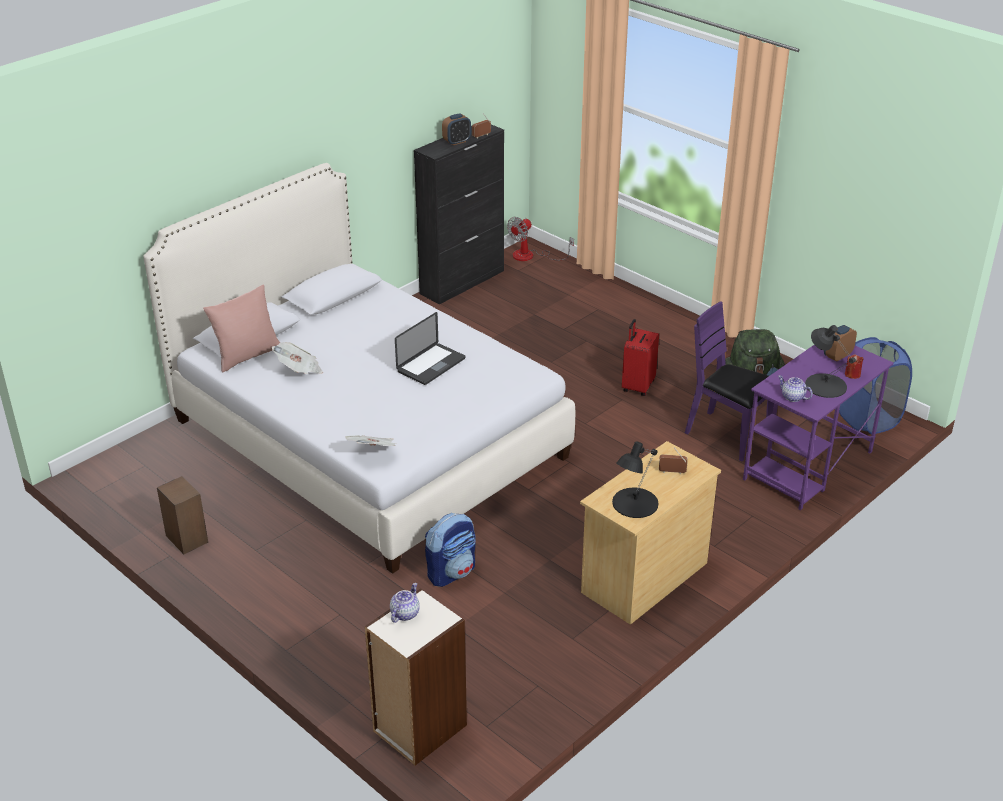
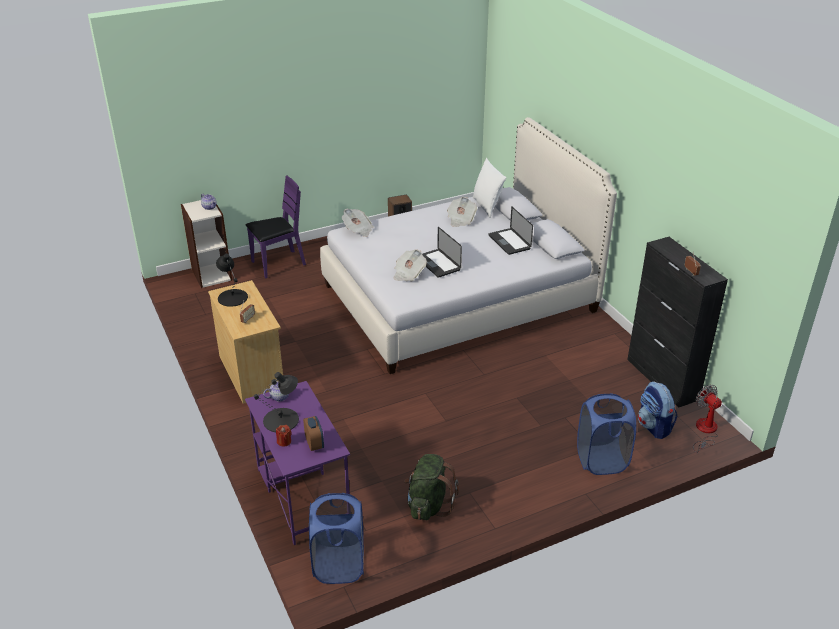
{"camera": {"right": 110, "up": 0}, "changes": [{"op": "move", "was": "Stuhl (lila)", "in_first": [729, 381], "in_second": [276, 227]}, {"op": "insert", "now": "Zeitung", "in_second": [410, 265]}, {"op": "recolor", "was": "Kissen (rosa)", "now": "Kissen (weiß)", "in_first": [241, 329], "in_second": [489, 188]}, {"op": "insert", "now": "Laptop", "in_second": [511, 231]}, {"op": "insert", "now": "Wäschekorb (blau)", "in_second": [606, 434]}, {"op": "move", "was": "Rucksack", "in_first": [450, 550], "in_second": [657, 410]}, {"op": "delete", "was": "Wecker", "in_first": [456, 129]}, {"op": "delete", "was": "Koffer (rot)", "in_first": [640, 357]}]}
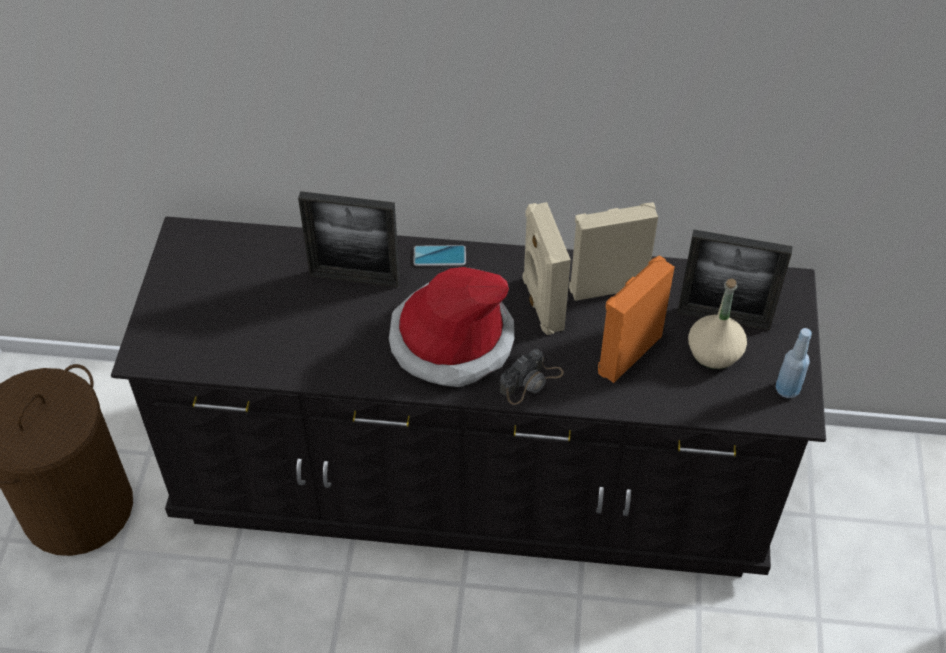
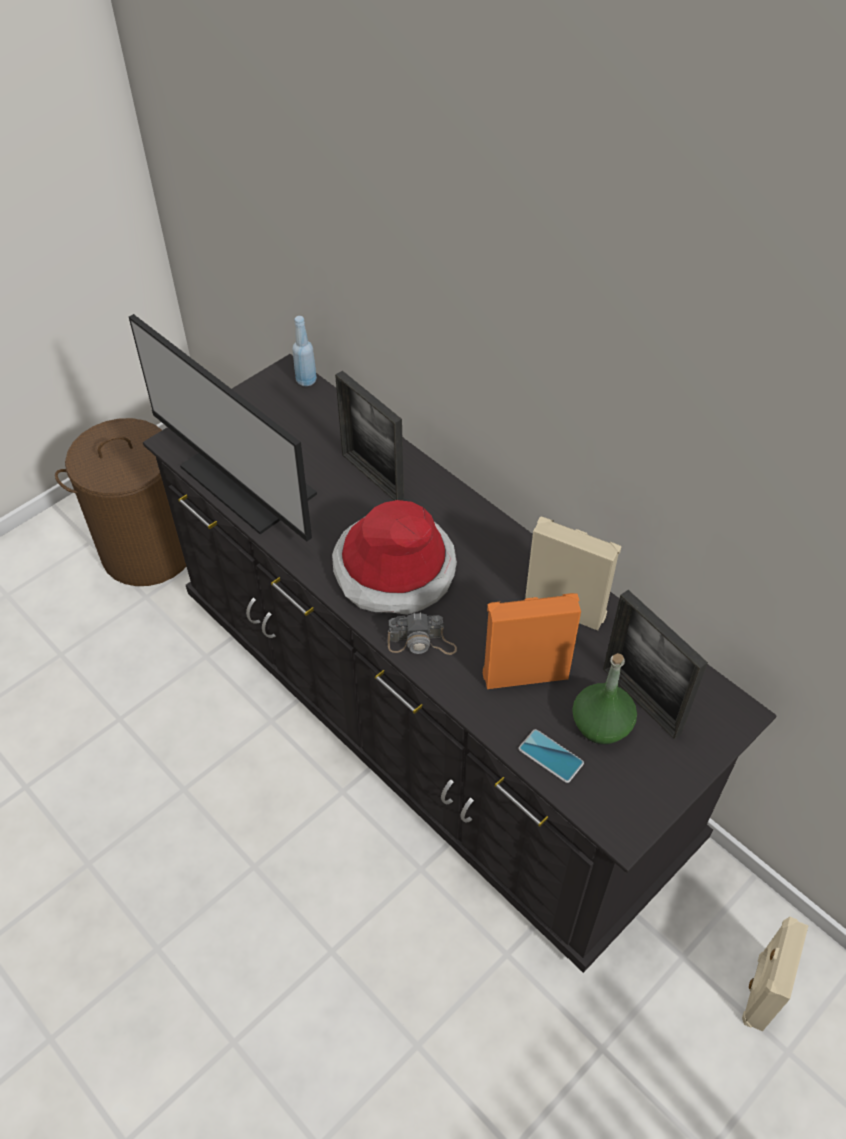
{"camera": {"right": 40, "up": 0}, "changes": [{"op": "insert", "now": "Monitor", "in_second": [223, 427]}, {"op": "move", "was": "Flasche (blau)", "in_first": [794, 363], "in_second": [305, 351]}, {"op": "move", "was": "Handy", "in_first": [440, 255], "in_second": [551, 756]}, {"op": "recolor", "was": "Flasche (beige)", "now": "Flasche (grün)", "in_first": [717, 324], "in_second": [604, 699]}, {"op": "move", "was": "Lautsprecher (beige)", "in_first": [547, 268], "in_second": [775, 974]}]}
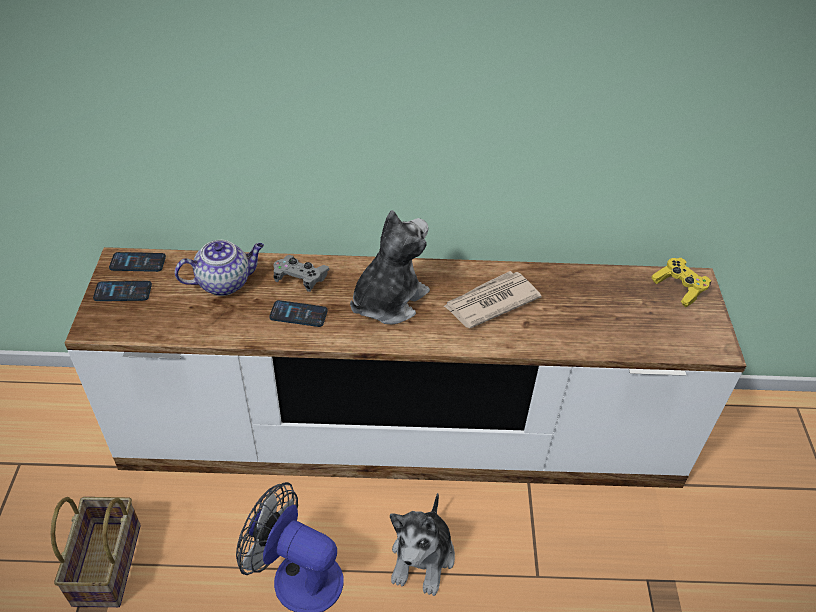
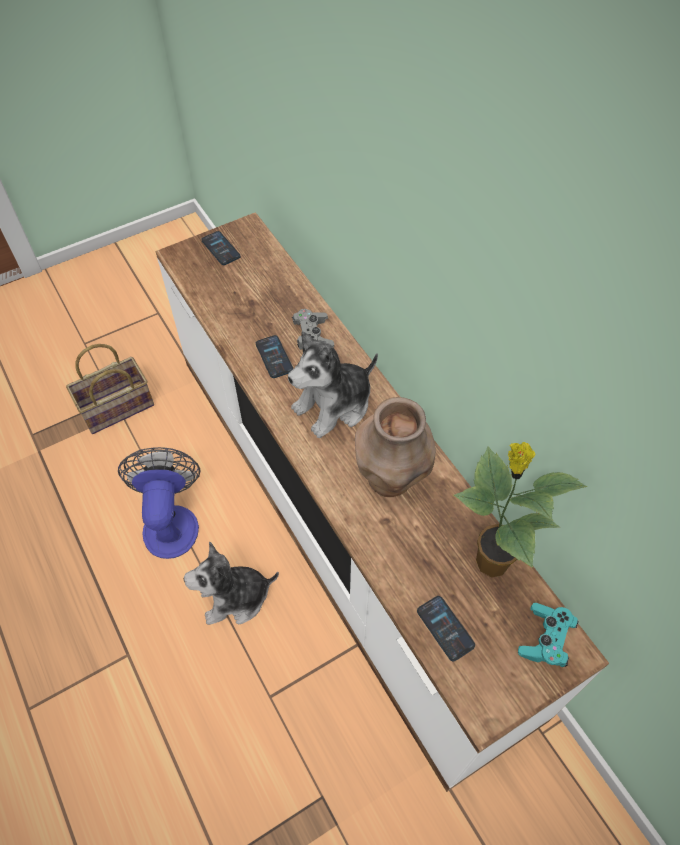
{"camera": {"right": 60, "up": 10}, "changes": [{"op": "rotate", "was": "Plüschtier", "in_first": [390, 267], "in_second": [333, 384], "clockwise": 135}, {"op": "replace", "was": "Zeitung", "now": "Vase (braun)", "in_first": [492, 299], "in_second": [395, 447]}, {"op": "move", "was": "Handy", "in_first": [137, 262], "in_second": [446, 628]}, {"op": "insert", "now": "Topfpflanze", "in_second": [520, 509]}, {"op": "recolor", "was": "Gamepad (gelb)", "now": "Gamepad (türkis)", "in_first": [681, 282], "in_second": [548, 635]}, {"op": "delete", "was": "Teekanne", "in_first": [219, 268]}]}
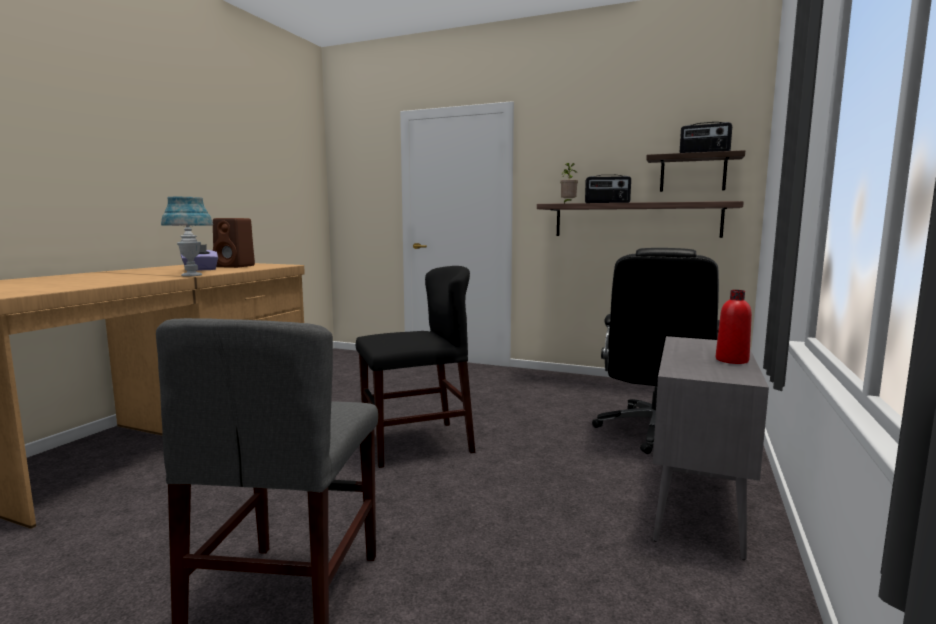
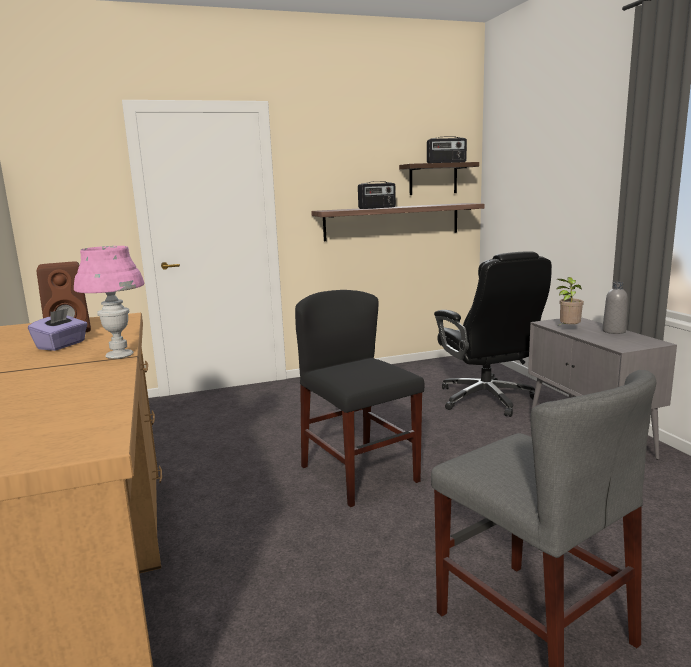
{"camera": {"right": -40, "up": 5}, "changes": [{"op": "recolor", "was": "Tischlampe (blau)", "now": "Tischlampe (rosa)", "in_first": [187, 236], "in_second": [109, 302]}, {"op": "rotate", "was": "Stuhl (schwarz)", "in_first": [415, 367], "in_second": [359, 398], "clockwise": -60}, {"op": "move", "was": "Topfpflanze", "in_first": [569, 183], "in_second": [570, 302]}, {"op": "recolor", "was": "Flasche (rot)", "now": "Flasche (grau)", "in_first": [734, 327], "in_second": [615, 308]}]}
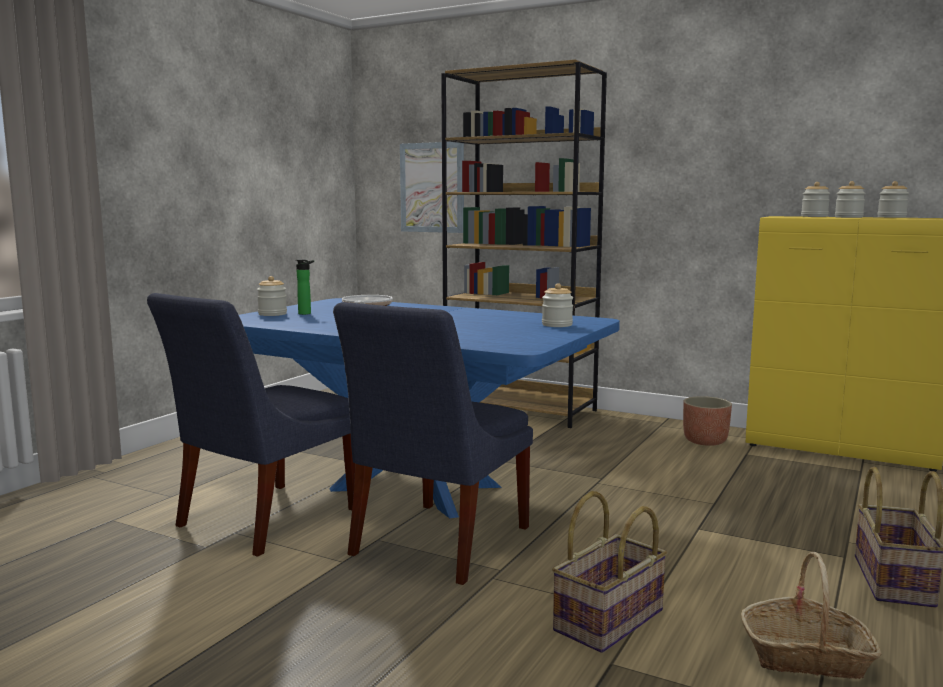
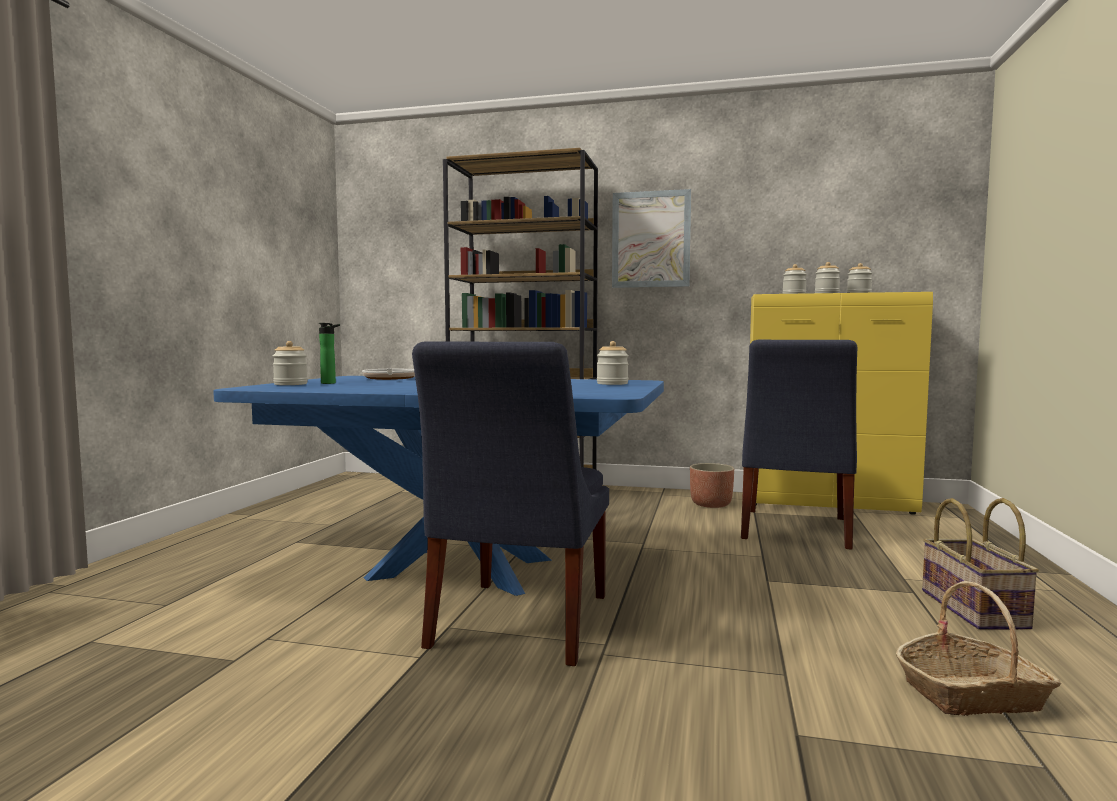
{"camera": {"right": -15, "up": -5}, "changes": [{"op": "move", "was": "Bild", "in_first": [432, 187], "in_second": [651, 238]}, {"op": "move", "was": "Stuhl (blau)", "in_first": [251, 424], "in_second": [799, 445]}, {"op": "delete", "was": "Korb", "in_first": [609, 572]}]}
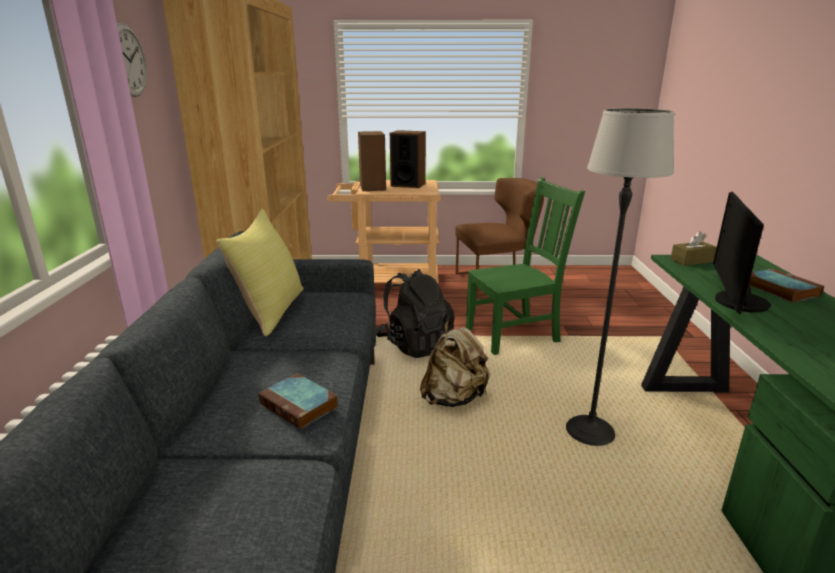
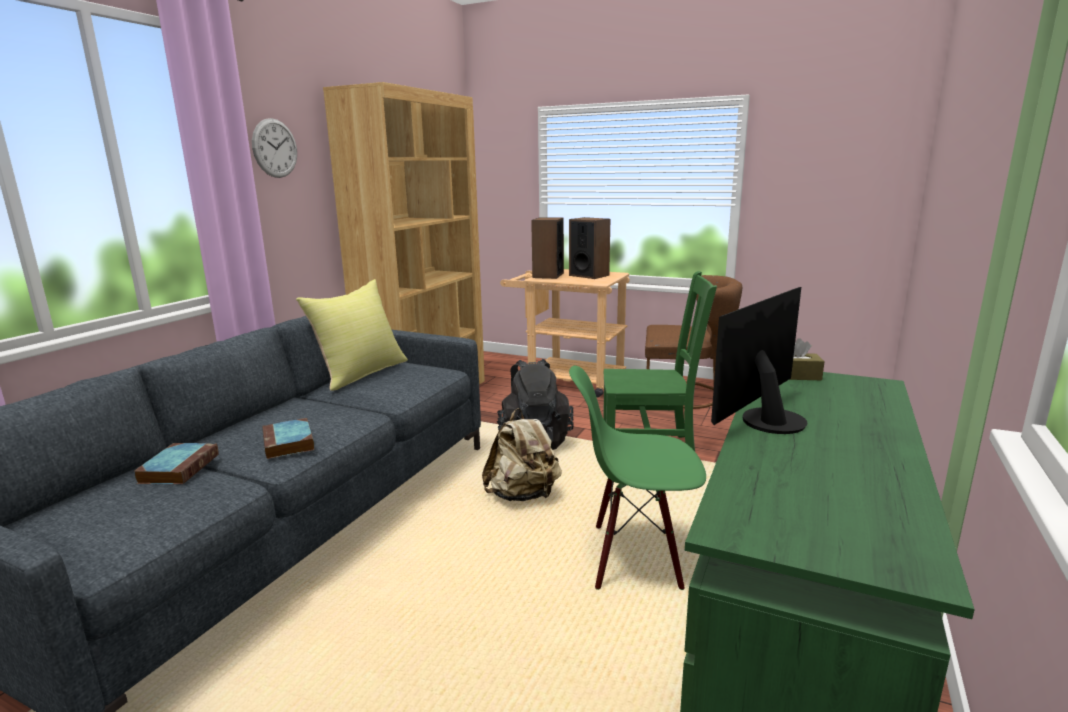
{"camera": {"right": 25, "up": -5}, "changes": [{"op": "move", "was": "Buch", "in_first": [787, 285], "in_second": [176, 463]}, {"op": "replace", "was": "Stehlampe", "now": "Stuhl (grün)", "in_first": [620, 277], "in_second": [637, 478]}]}
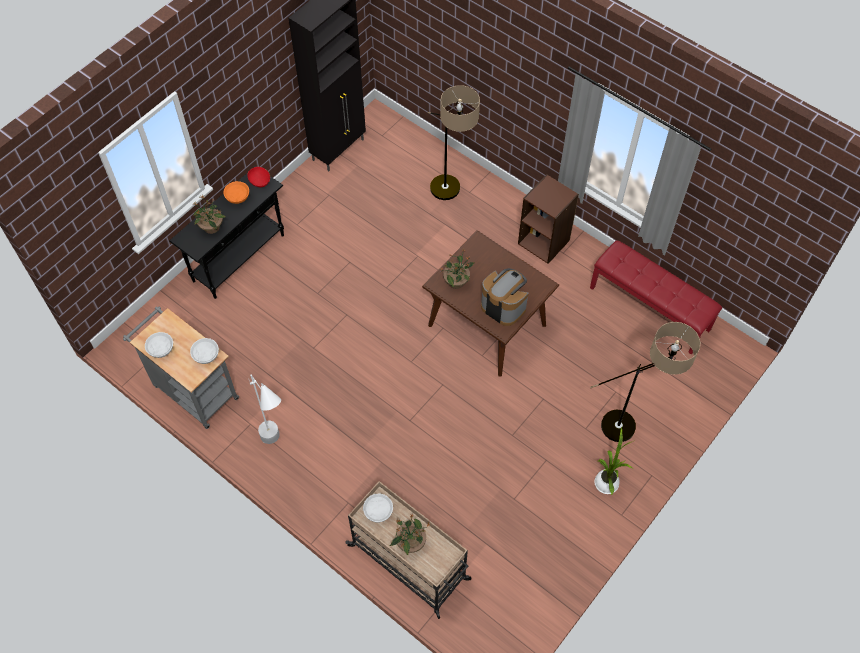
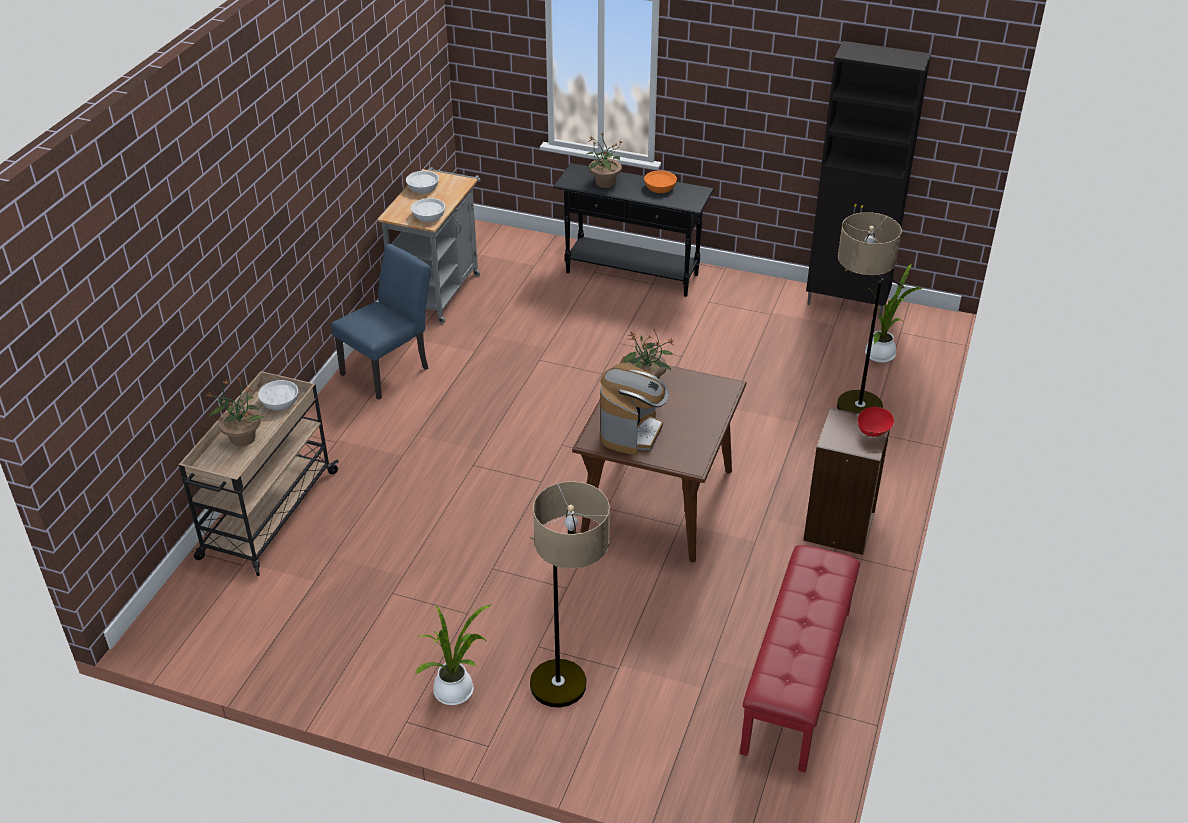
{"camera": {"right": 70, "up": -20}, "changes": [{"op": "replace", "was": "Stehlampe (weiß)", "now": "Stuhl (blau)", "in_first": [264, 409], "in_second": [381, 322]}, {"op": "move", "was": "Schüssel (rot)", "in_first": [258, 177], "in_second": [876, 422]}, {"op": "insert", "now": "Topfpflanze", "in_second": [893, 313]}]}
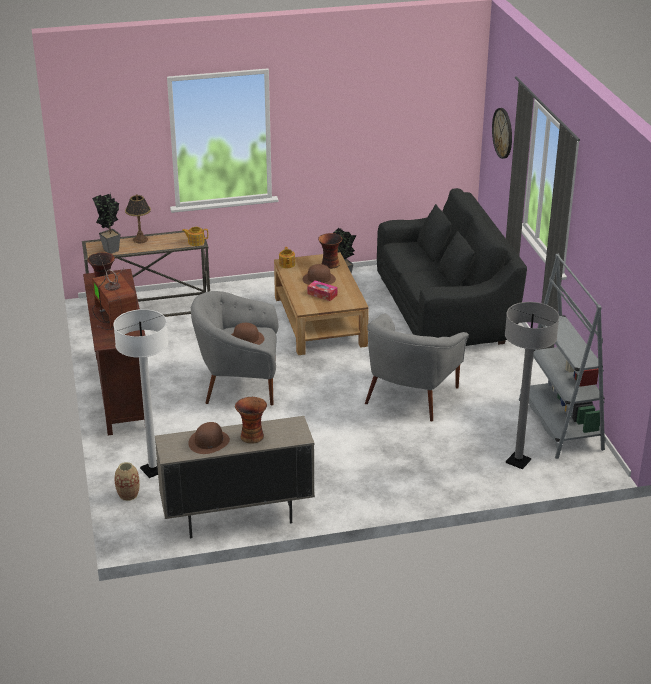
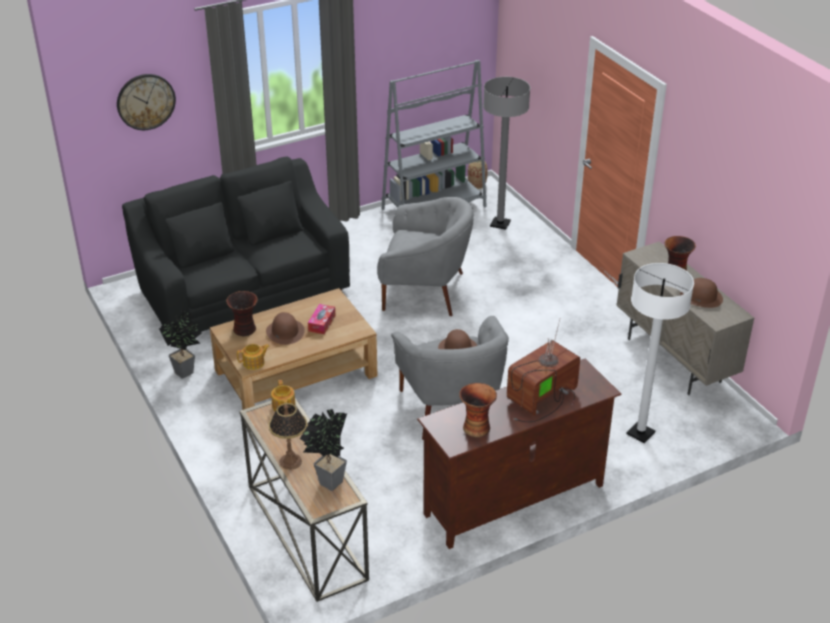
{"camera": {"right": -105, "up": 5}, "changes": [{"op": "move", "was": "Vase", "in_first": [127, 481], "in_second": [478, 174]}]}
